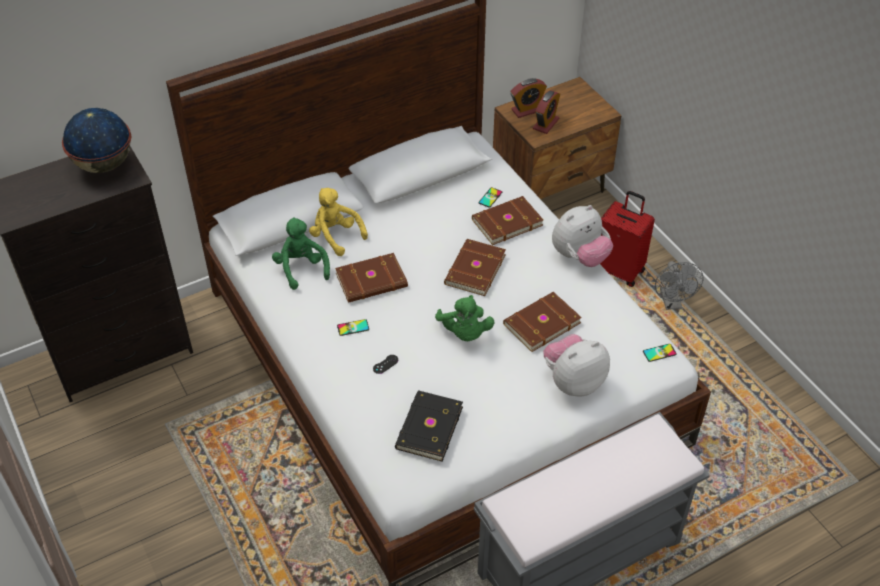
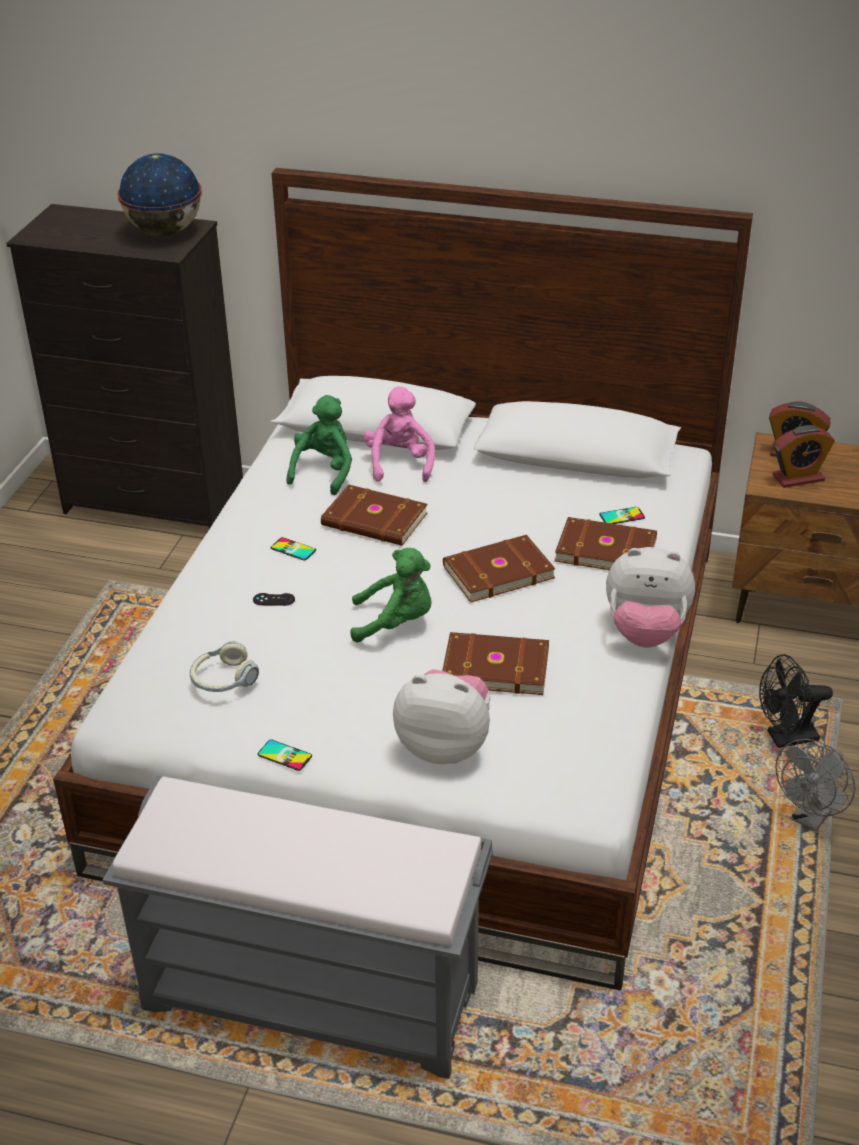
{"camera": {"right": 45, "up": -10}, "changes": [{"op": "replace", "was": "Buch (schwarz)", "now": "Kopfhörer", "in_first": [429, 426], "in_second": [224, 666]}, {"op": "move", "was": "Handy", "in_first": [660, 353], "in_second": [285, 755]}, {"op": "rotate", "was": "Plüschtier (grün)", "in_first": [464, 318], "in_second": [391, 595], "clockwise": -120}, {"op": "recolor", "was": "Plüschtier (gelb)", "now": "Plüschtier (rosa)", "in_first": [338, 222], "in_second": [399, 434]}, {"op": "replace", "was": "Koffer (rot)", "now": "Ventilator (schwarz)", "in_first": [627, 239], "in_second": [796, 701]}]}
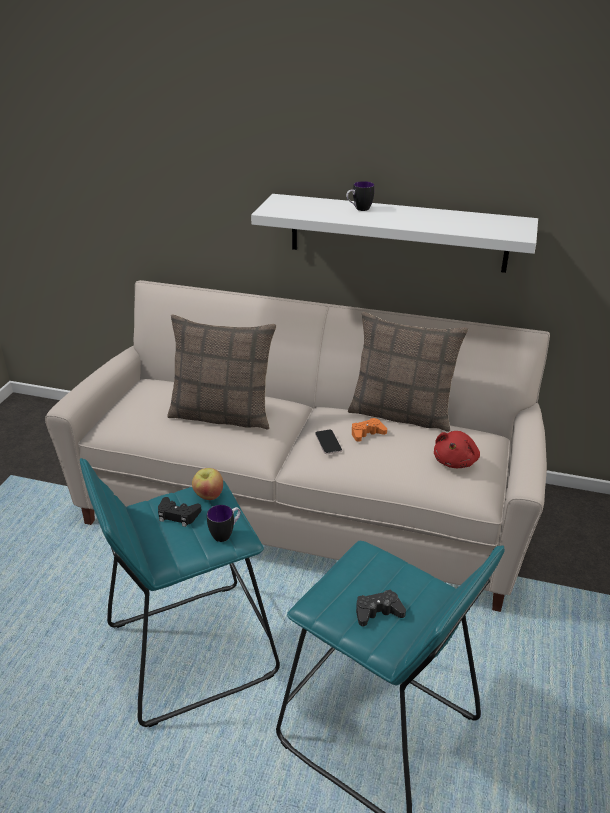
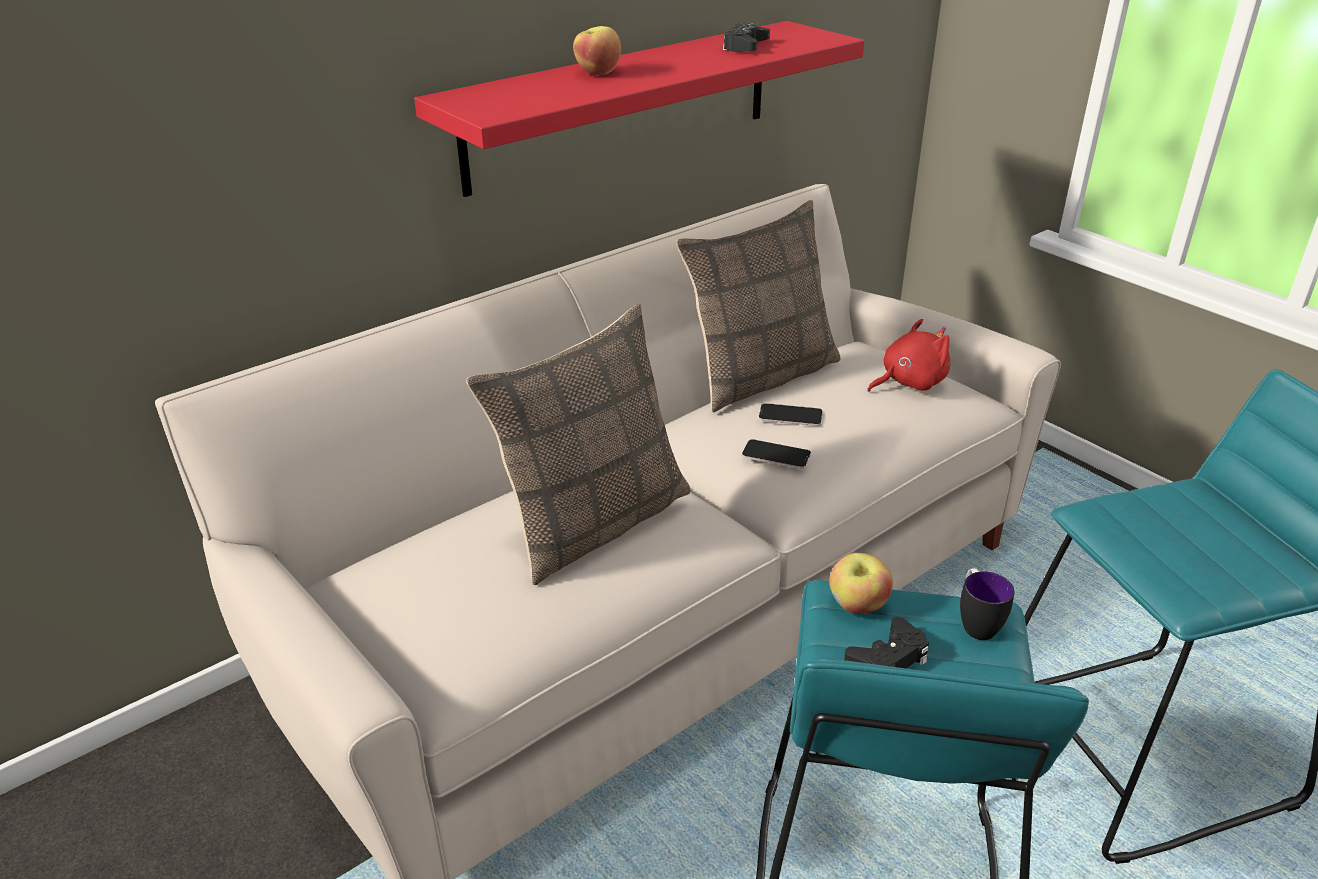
{"camera": {"right": -55, "up": 0}, "changes": [{"op": "recolor", "was": "Wandregal (weiß)", "now": "Wandregal (rot)", "in_first": [394, 233], "in_second": [639, 109]}, {"op": "replace", "was": "Henkelbecher", "now": "Apfel", "in_first": [360, 196], "in_second": [597, 50]}, {"op": "move", "was": "Gamepad (schwarz)", "in_first": [381, 608], "in_second": [746, 37]}, {"op": "replace", "was": "Gamepad (orange)", "now": "Handy", "in_first": [369, 430], "in_second": [790, 414]}, {"op": "rotate", "was": "Plüschtier (rot)", "in_first": [457, 449], "in_second": [909, 355], "clockwise": -90}]}
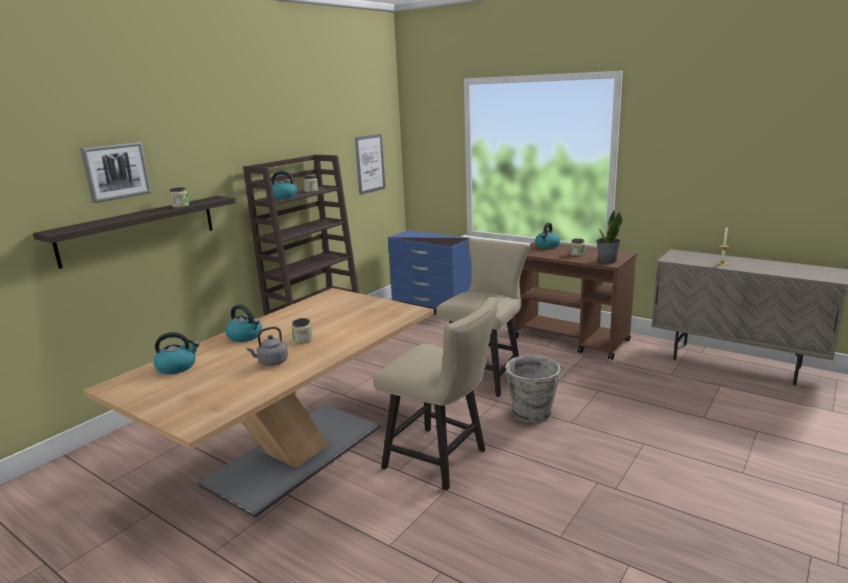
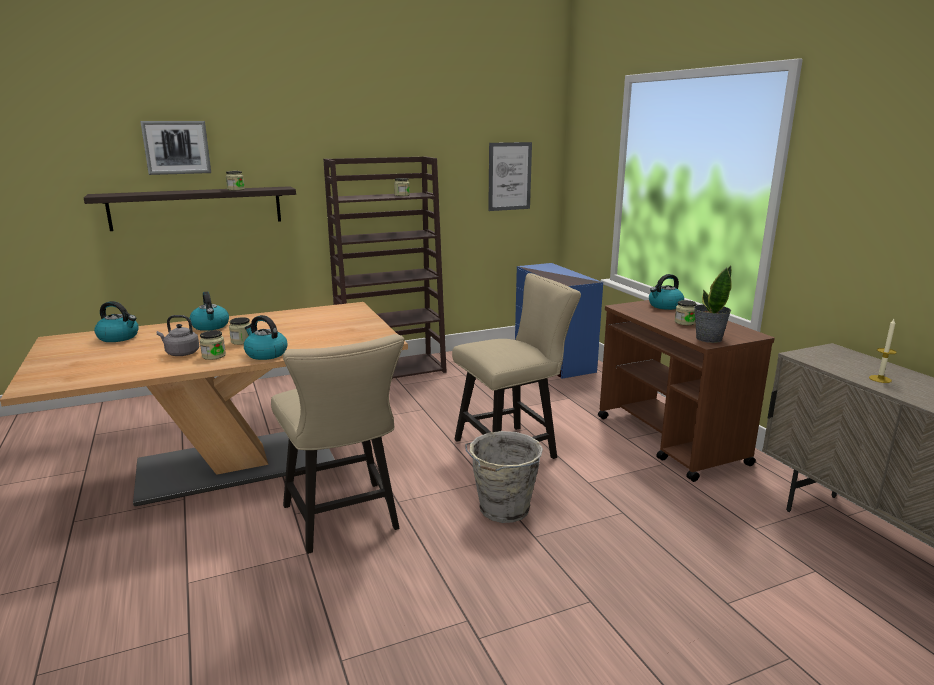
{"camera": {"right": 30, "up": 0}, "changes": [{"op": "insert", "now": "Vorratsglas", "in_second": [213, 345]}, {"op": "move", "was": "Wasserkessel", "in_first": [284, 185], "in_second": [266, 337]}]}
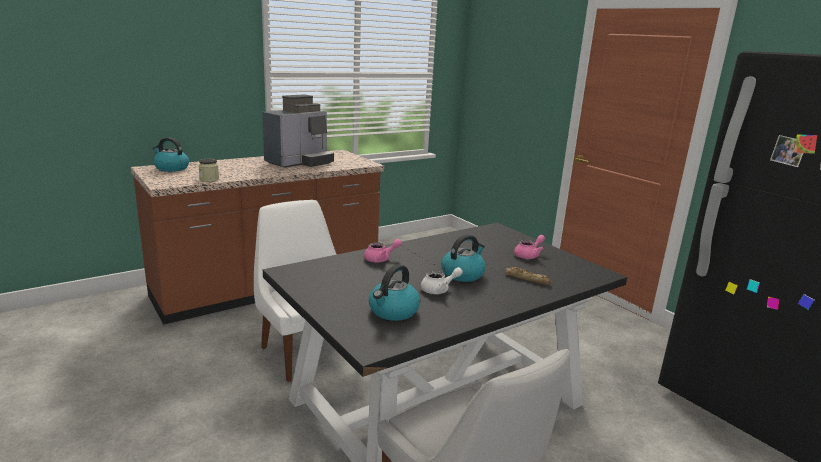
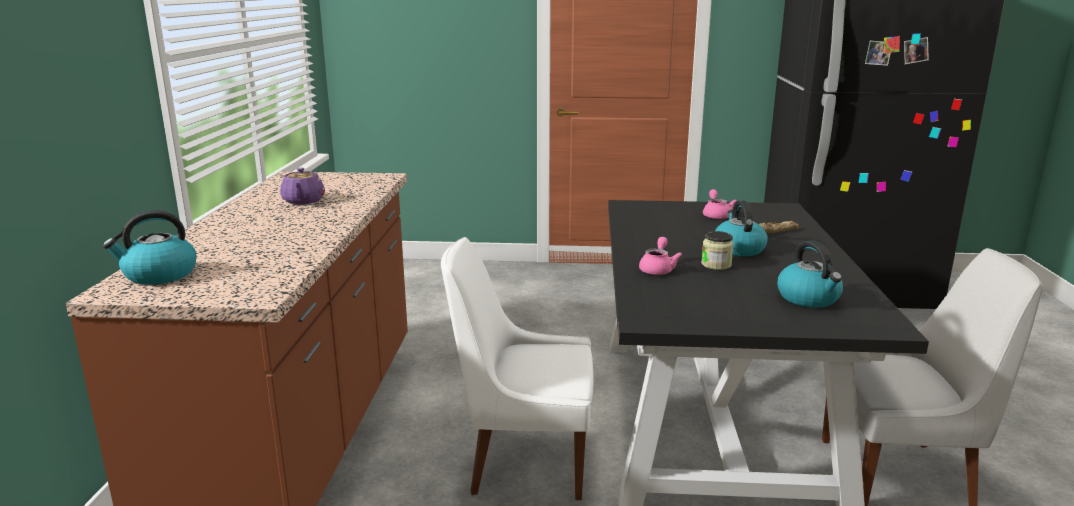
{"camera": {"right": -50, "up": 0}, "changes": [{"op": "replace", "was": "Kaffeemaschine", "now": "Teekanne (lila)", "in_first": [298, 131], "in_second": [302, 186]}, {"op": "move", "was": "Vorratsglas", "in_first": [208, 170], "in_second": [717, 250]}, {"op": "delete", "was": "Teekanne (weiß)", "in_first": [442, 280]}]}
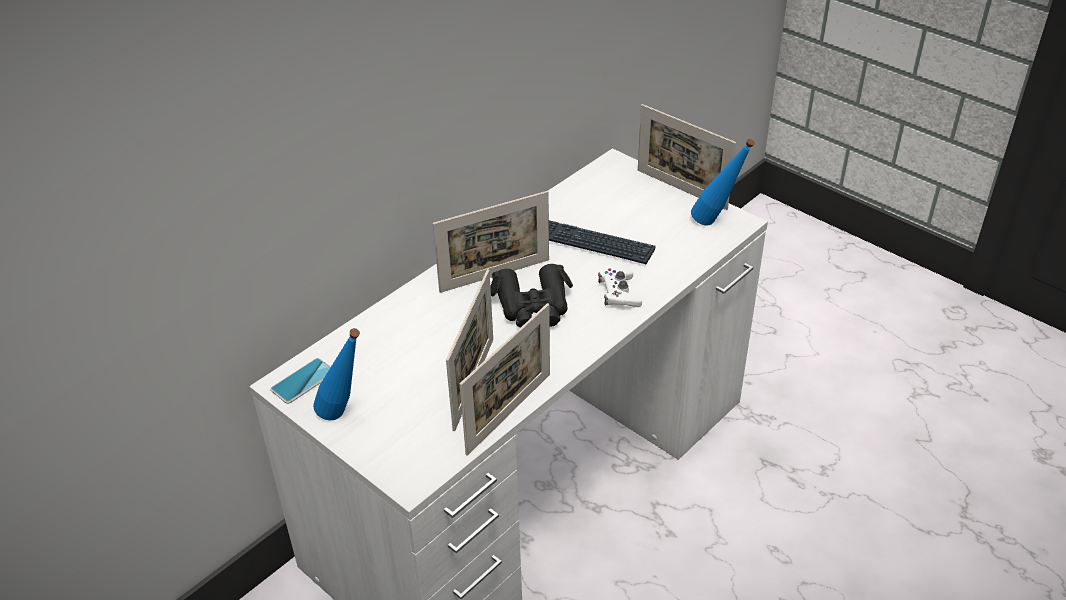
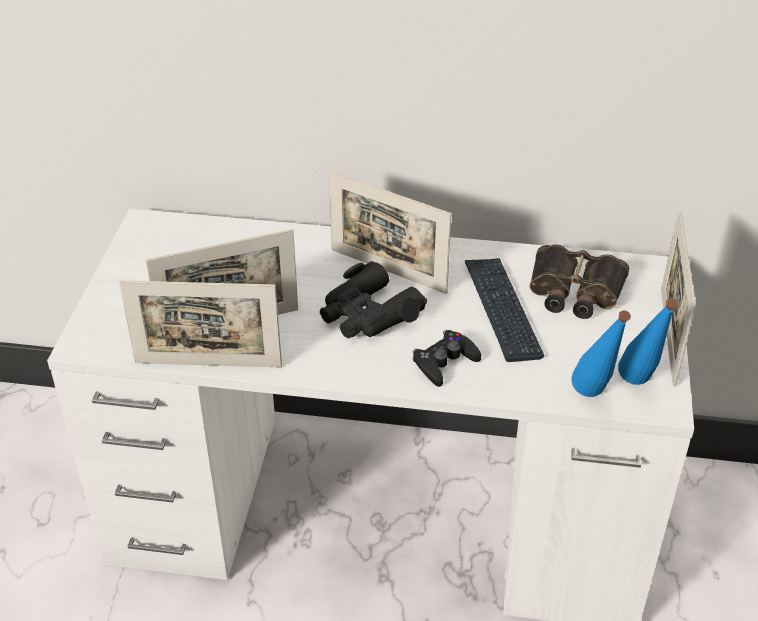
{"camera": {"right": 55, "up": 0}, "changes": [{"op": "recolor", "was": "Gamepad (weiß)", "now": "Gamepad (schwarz)", "in_first": [620, 287], "in_second": [446, 358]}, {"op": "insert", "now": "Fernglas", "in_second": [580, 281]}, {"op": "move", "was": "Flasche (blau)", "in_first": [336, 374], "in_second": [601, 353]}, {"op": "delete", "was": "Handy", "in_first": [300, 381]}]}
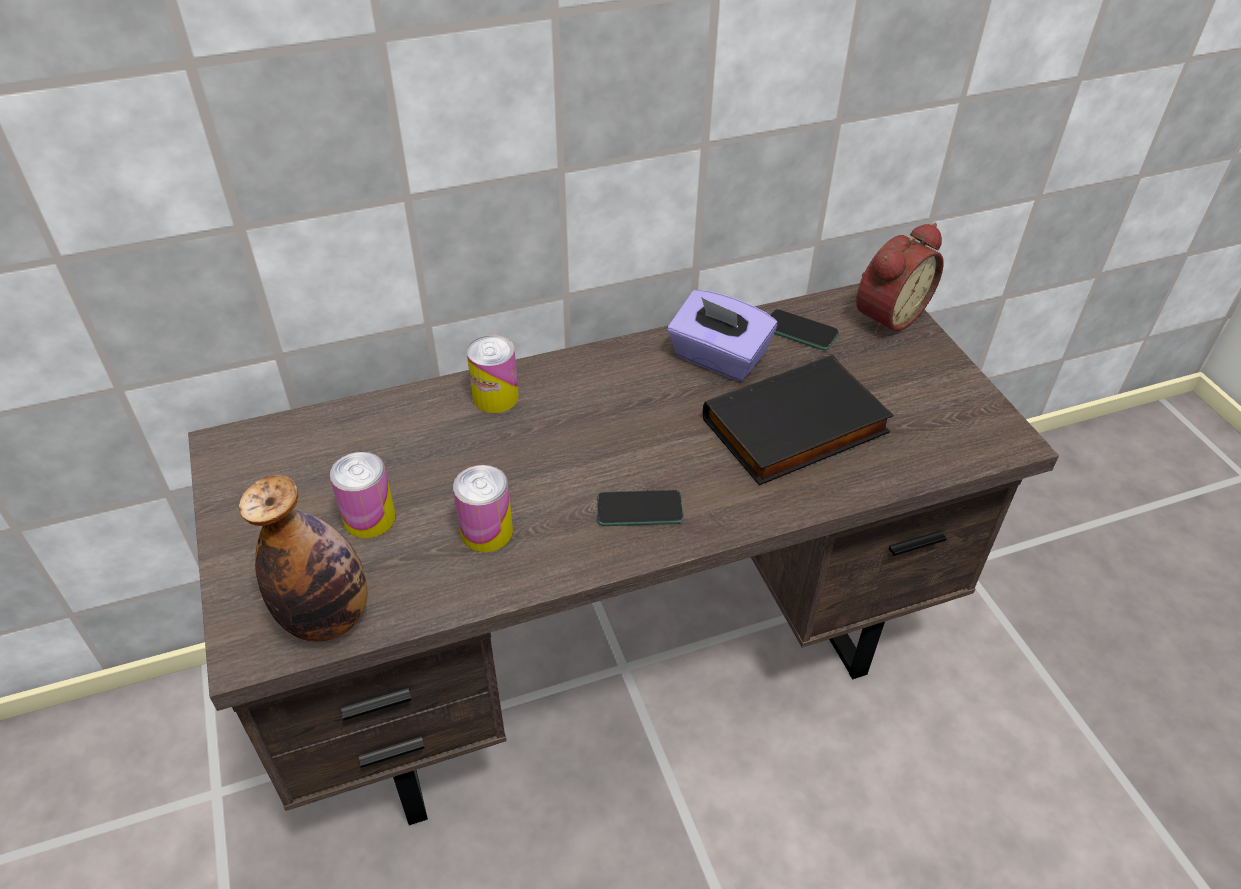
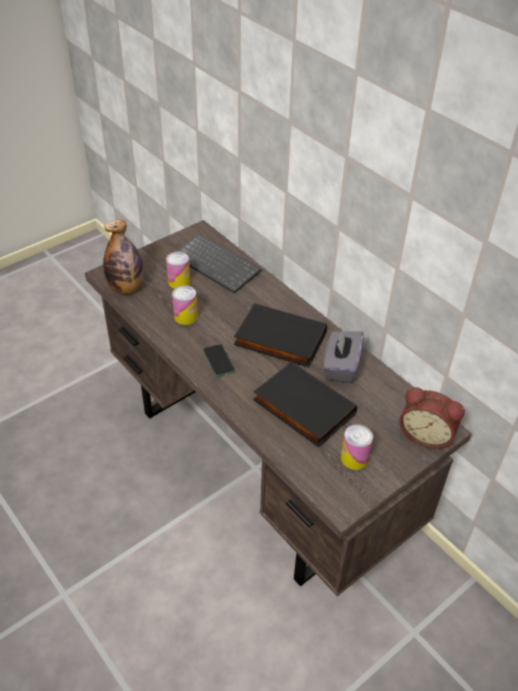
{"camera": {"right": 70, "up": 0}, "changes": [{"op": "insert", "now": "Tastatur", "in_second": [219, 264]}, {"op": "insert", "now": "Buch (schwarz)", "in_second": [280, 335]}, {"op": "recolor", "was": "Taschentuchbox (lila)", "now": "Taschentuchbox (grau)", "in_first": [722, 335], "in_second": [343, 356]}, {"op": "move", "was": "Dose", "in_first": [493, 374], "in_second": [357, 447]}, {"op": "delete", "was": "Handy", "in_first": [804, 330]}]}
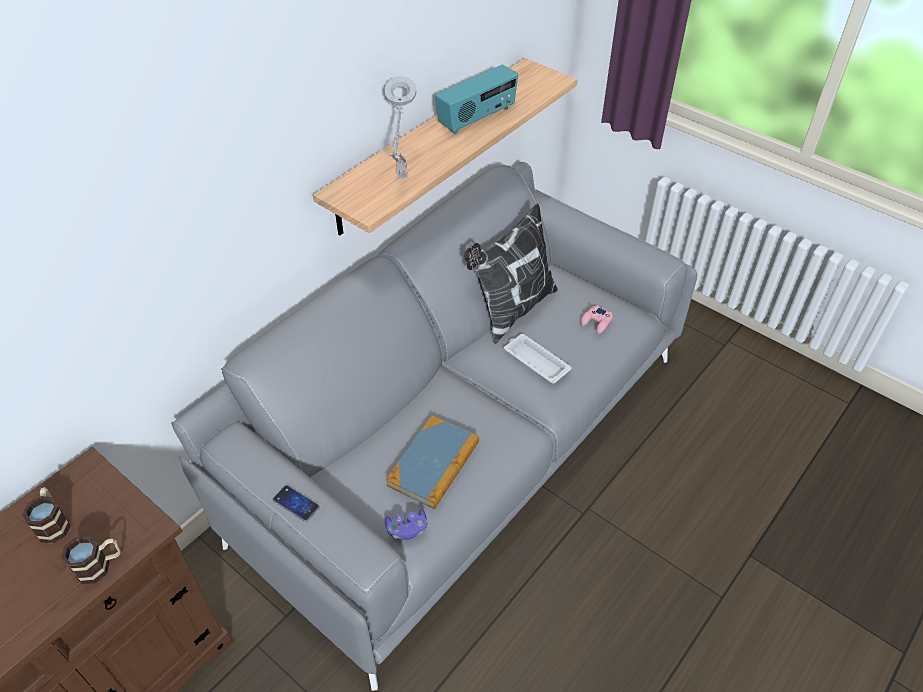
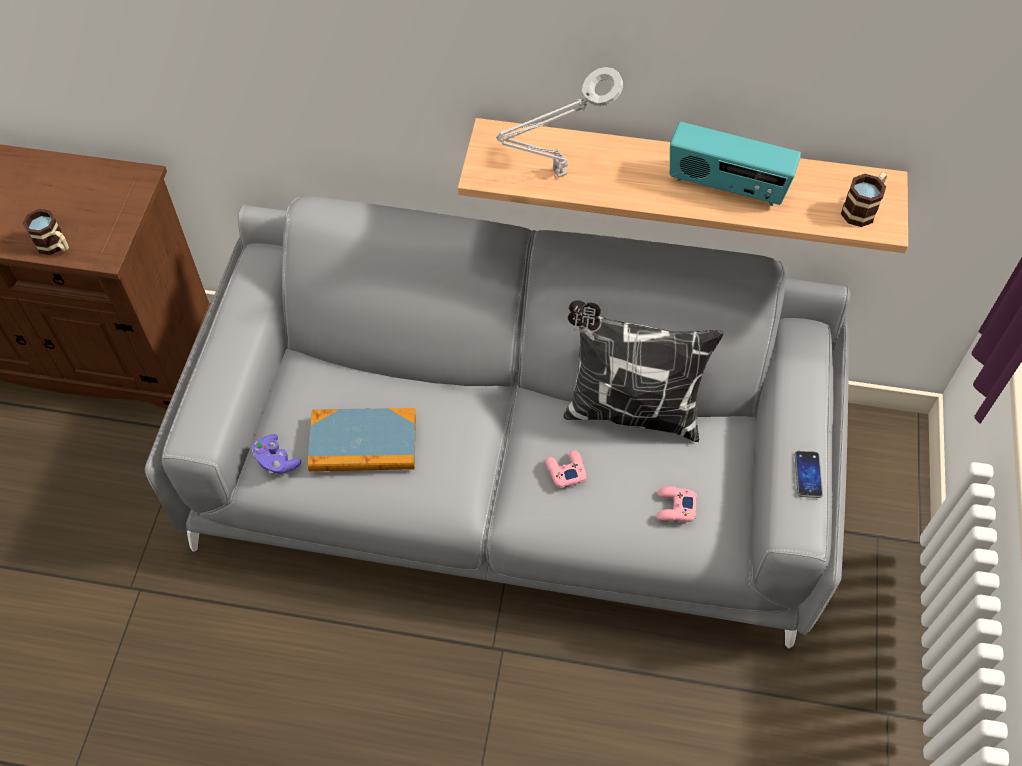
{"camera": {"right": 60, "up": 10}, "changes": [{"op": "replace", "was": "Tablett (weiß)", "now": "Gamepad (rosa)", "in_first": [538, 359], "in_second": [565, 469]}, {"op": "move", "was": "Handy", "in_first": [296, 503], "in_second": [809, 474]}, {"op": "move", "was": "Henkelbecher", "in_first": [46, 515], "in_second": [864, 199]}]}
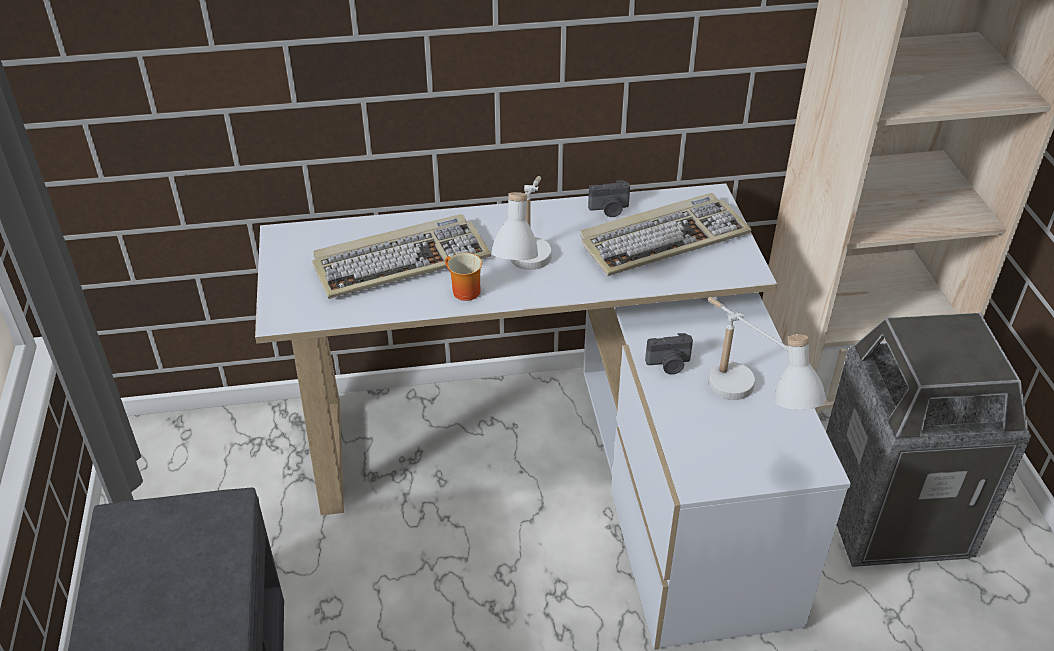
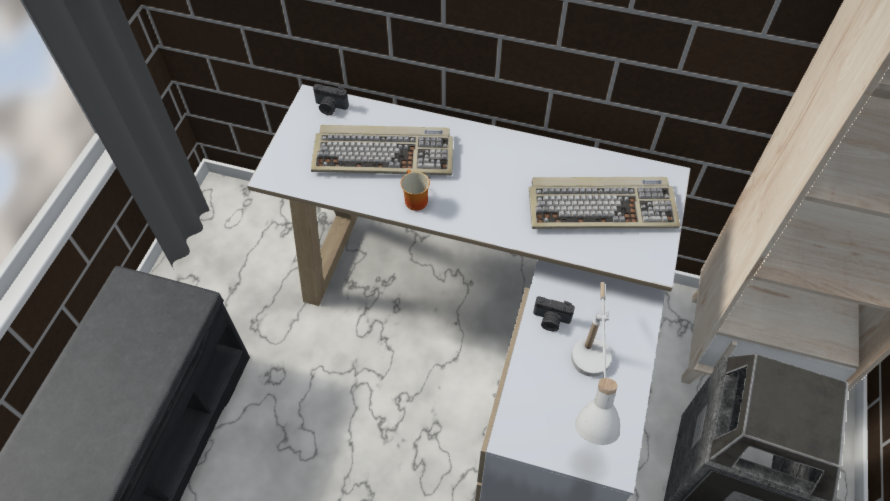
{"camera": {"right": 25, "up": 15}, "changes": [{"op": "move", "was": "Kamera", "in_first": [609, 198], "in_second": [331, 99]}, {"op": "delete", "was": "Tischlampe (weiß)", "in_first": [521, 223]}]}
